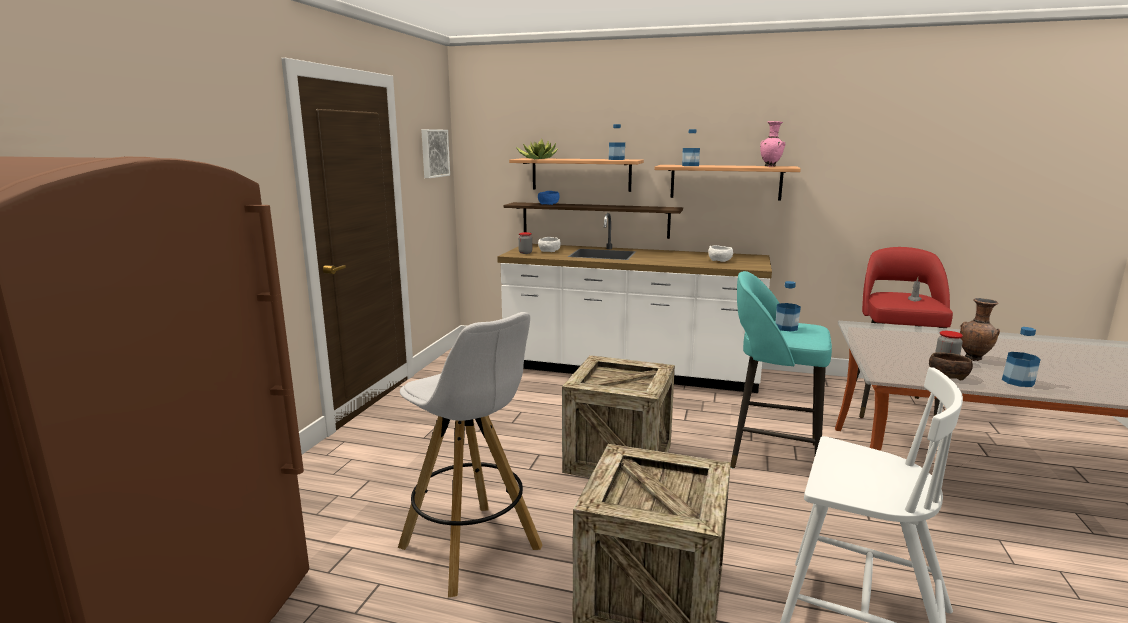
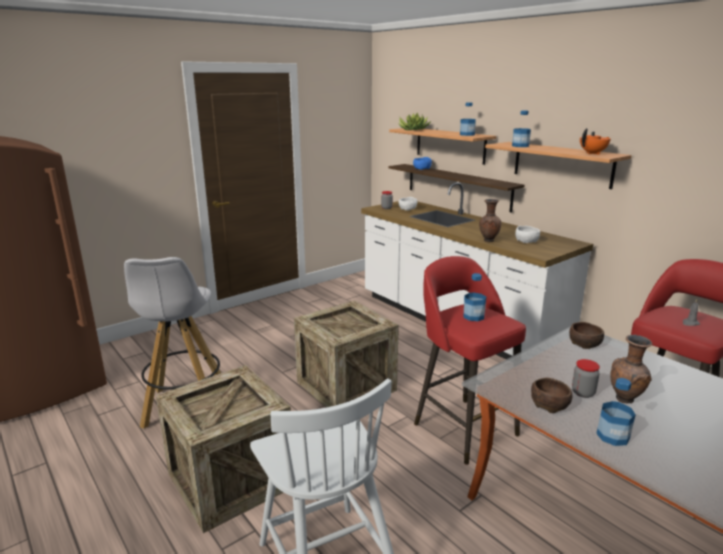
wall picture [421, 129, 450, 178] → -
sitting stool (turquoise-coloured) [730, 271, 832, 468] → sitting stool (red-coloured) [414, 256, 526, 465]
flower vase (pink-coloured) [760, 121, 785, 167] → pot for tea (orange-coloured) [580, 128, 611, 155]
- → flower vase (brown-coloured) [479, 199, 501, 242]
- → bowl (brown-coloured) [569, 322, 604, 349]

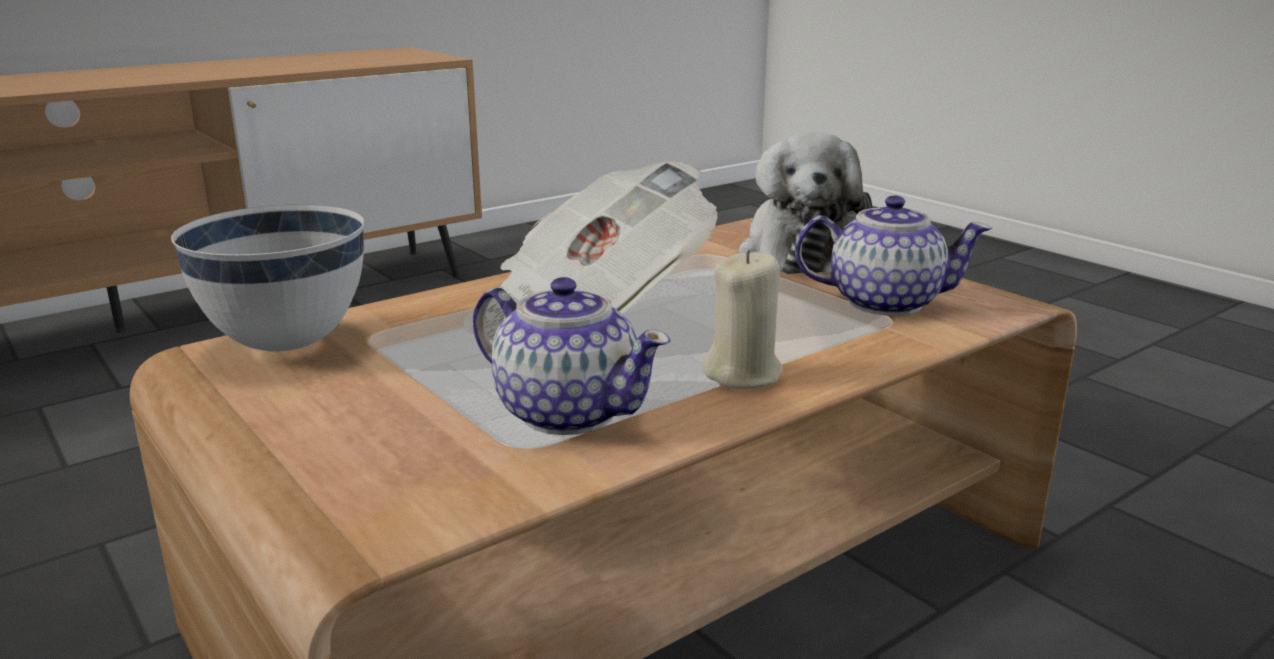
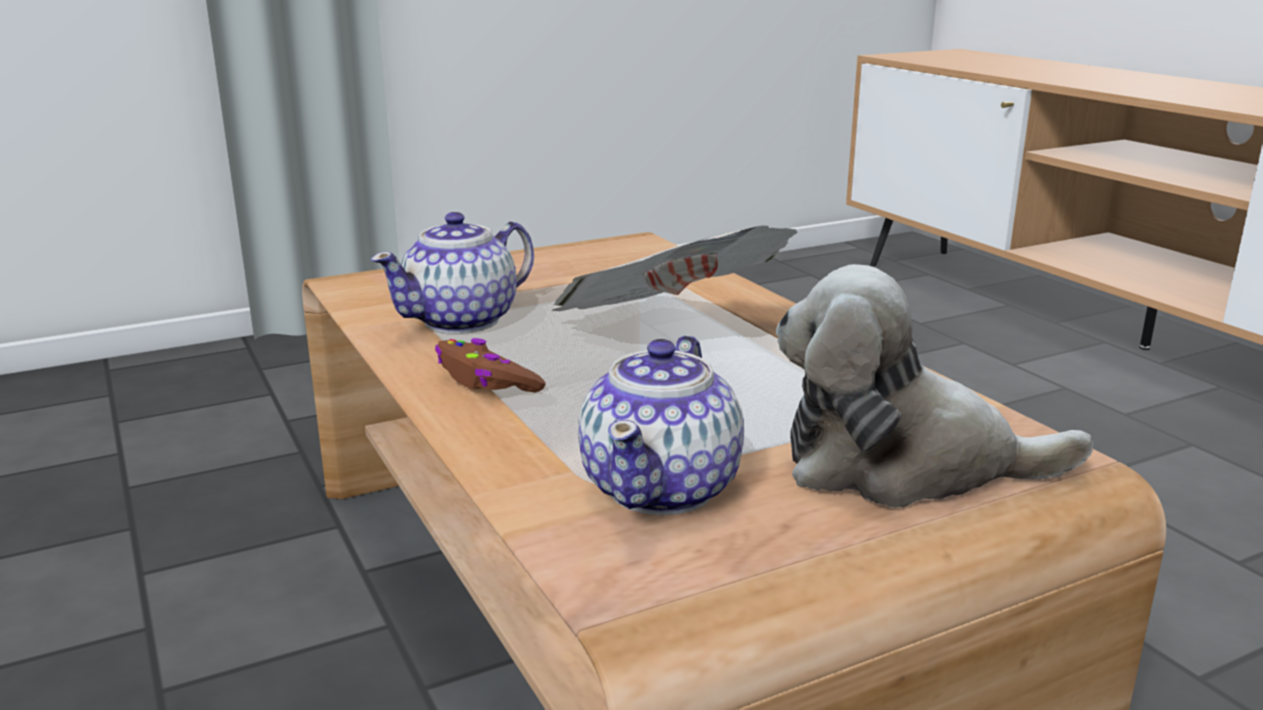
bowl (whitish) [171, 204, 365, 351] → -
candle (beige) [703, 250, 783, 389] → joypad (brown-coloured) [435, 338, 546, 393]

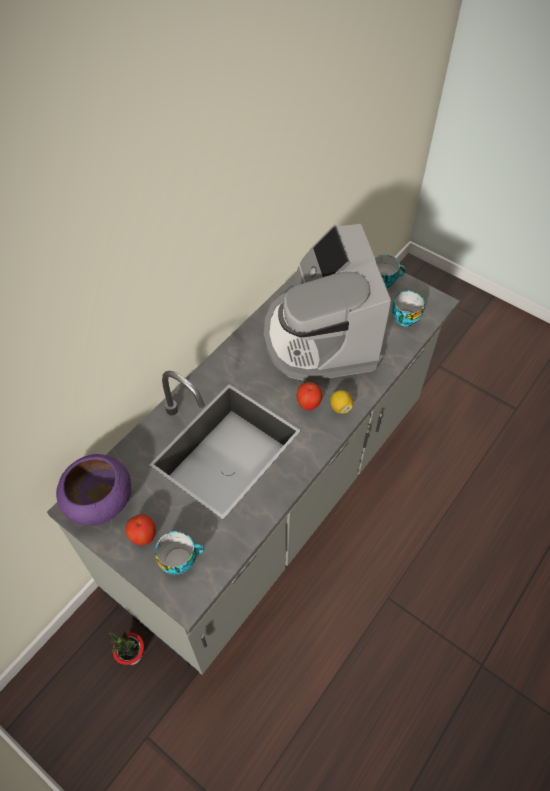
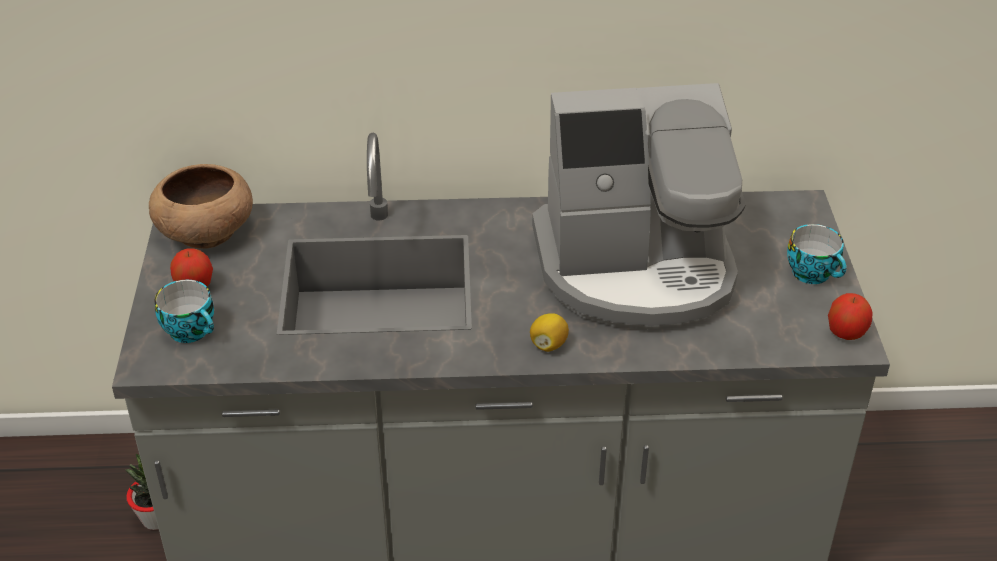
bowl (purple-coloured) [56, 454, 131, 526] → bowl (brown-coloured) [149, 164, 253, 249]
coffee machine [264, 224, 391, 381] → coffee machine [532, 83, 745, 330], 135 degrees counterclockwise
whole apple [296, 382, 322, 410] → whole apple [828, 293, 873, 340], shifted
cup [392, 290, 425, 327] → -

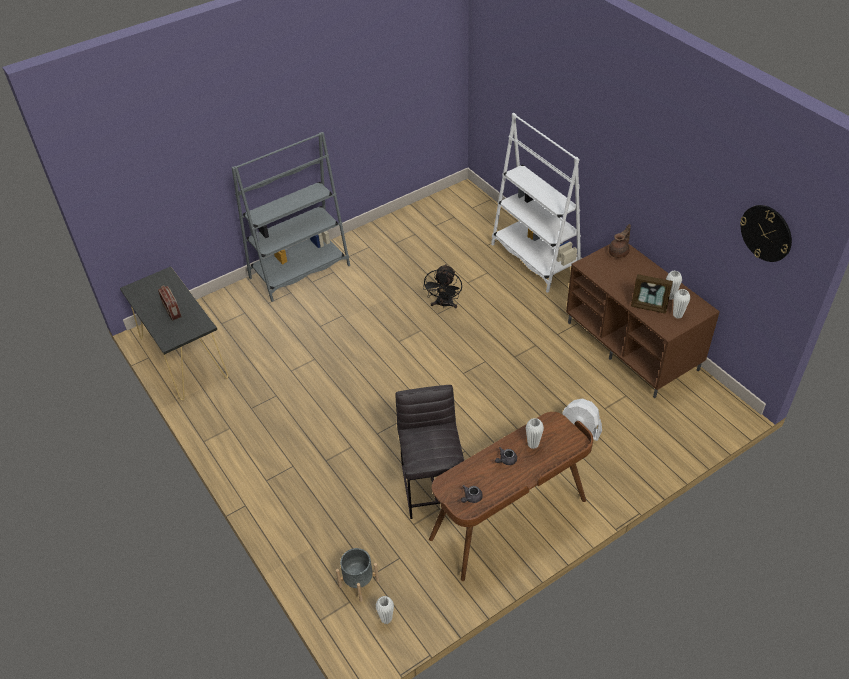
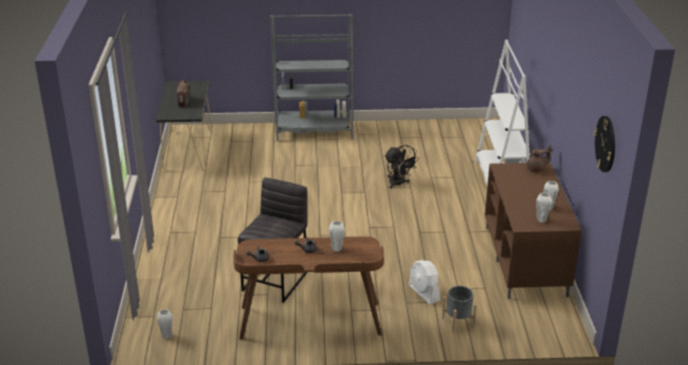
planter (gray) [336, 548, 379, 602] → planter (gray) [442, 286, 477, 333], shifted
fan (blackish) [423, 264, 462, 309] → fan (blackish) [384, 145, 419, 189], 75 degrees counterclockwise
picture frame [631, 274, 673, 314] → -

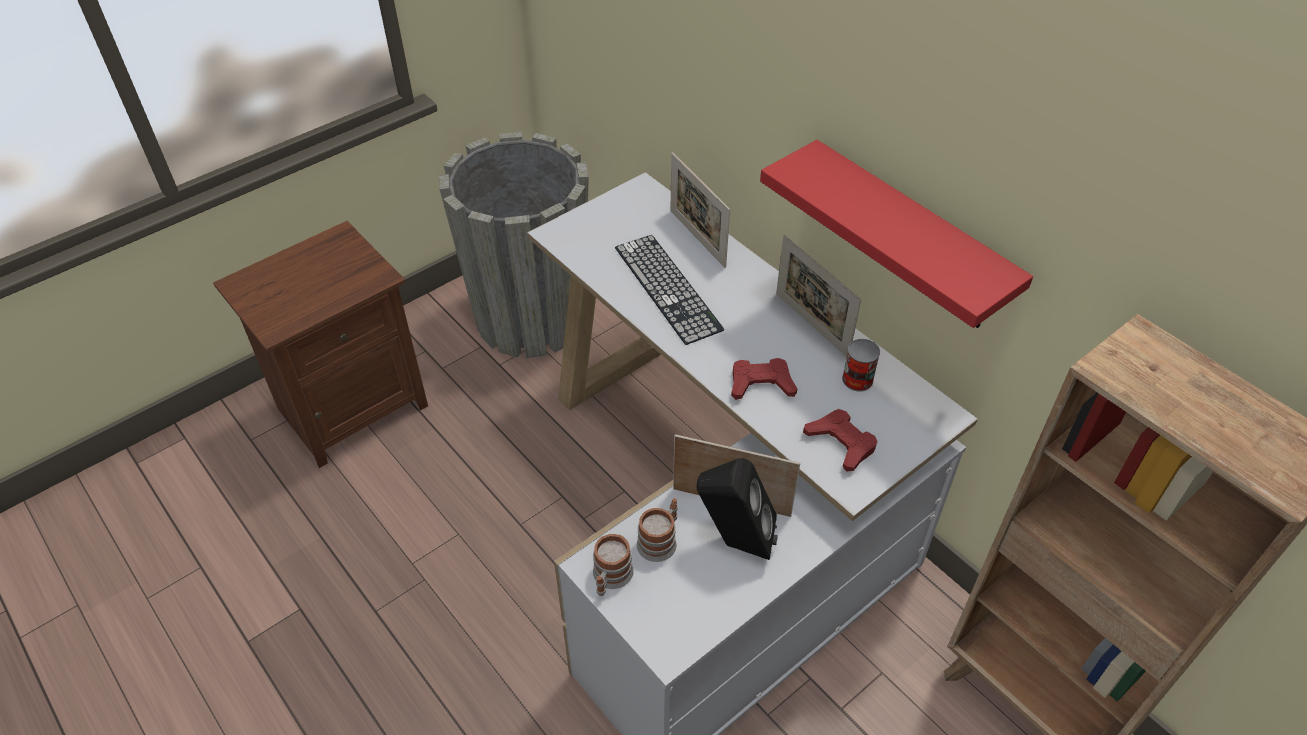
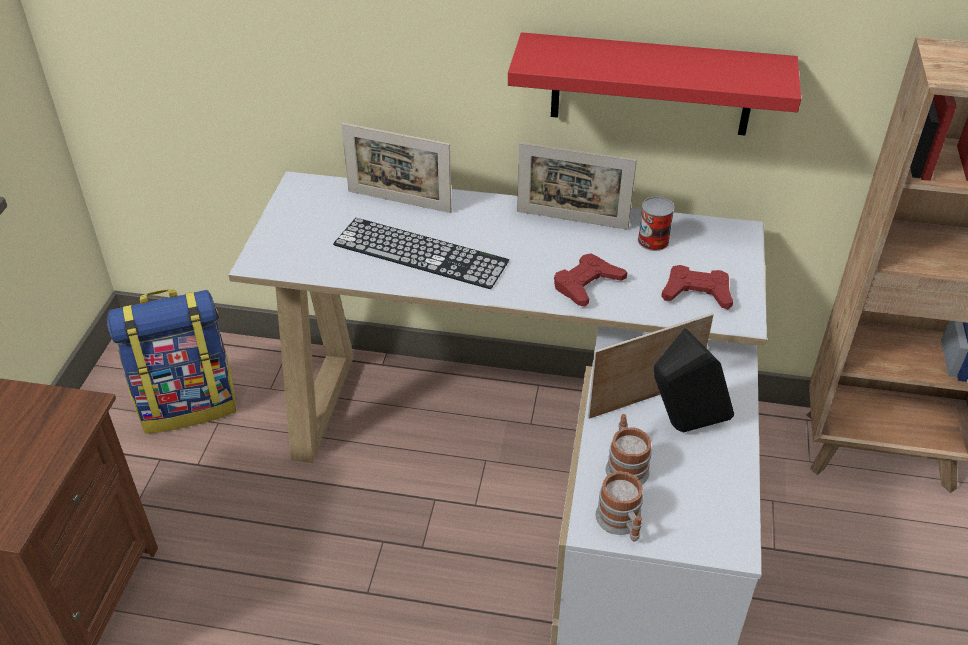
planter (gray) [439, 132, 589, 358] → knapsack [107, 289, 236, 434]

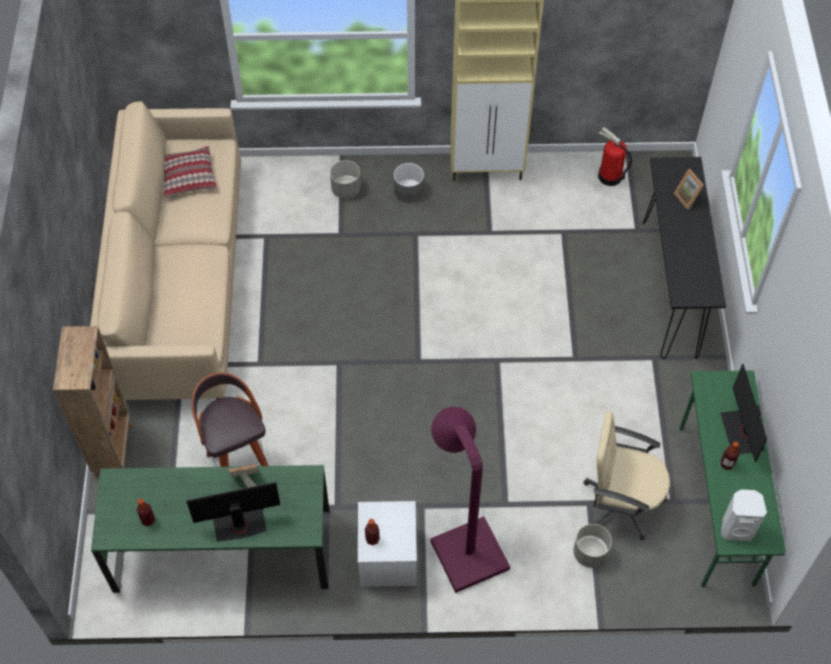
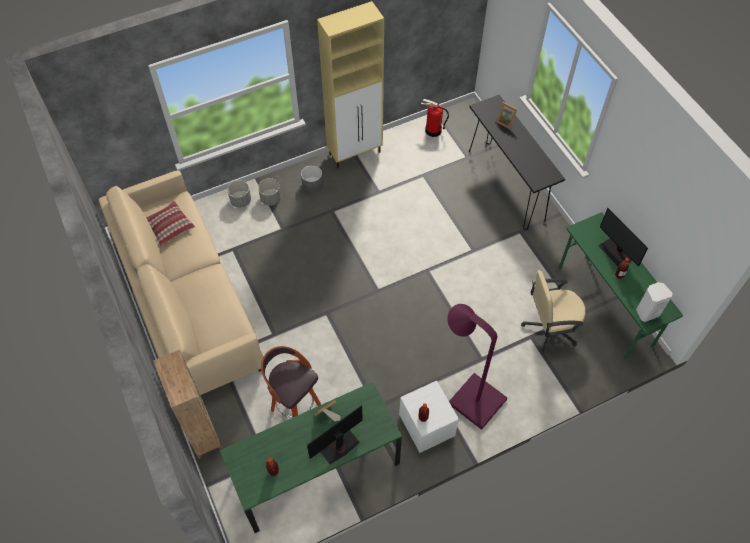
planter (gray) [573, 524, 612, 568] → planter (gray) [227, 180, 251, 208], shifted

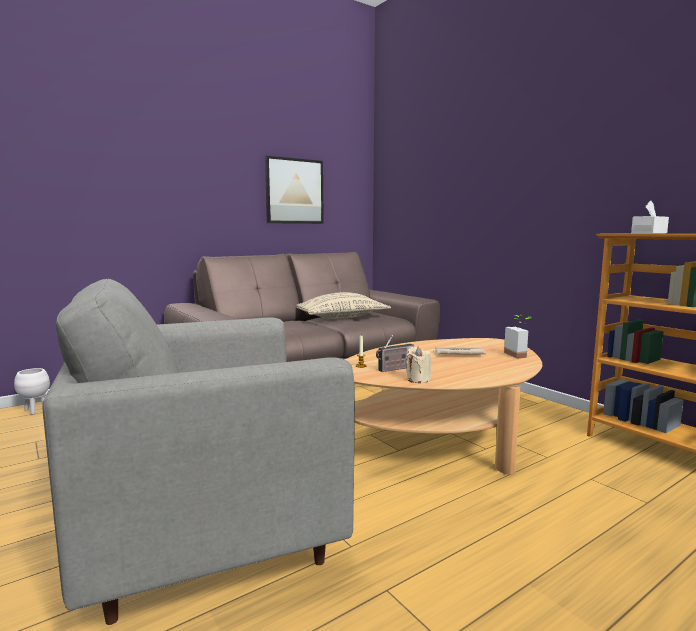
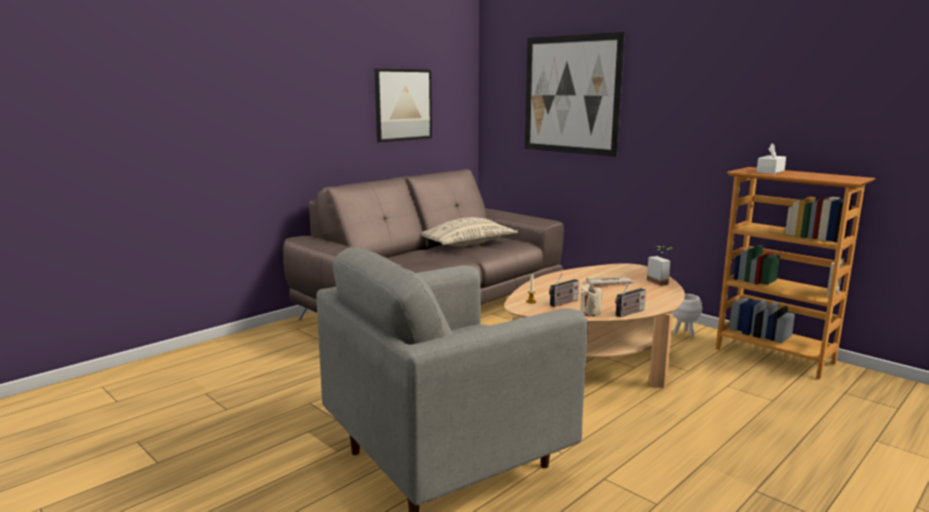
planter (whitish) [14, 368, 50, 415] → planter (whitish) [672, 294, 702, 337], shifted
- → wall picture [525, 32, 625, 157]
- → radio receiver [615, 282, 646, 317]

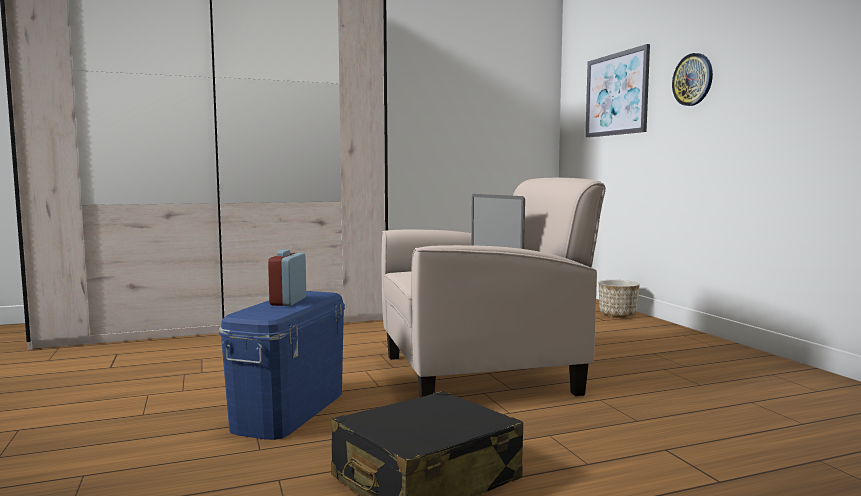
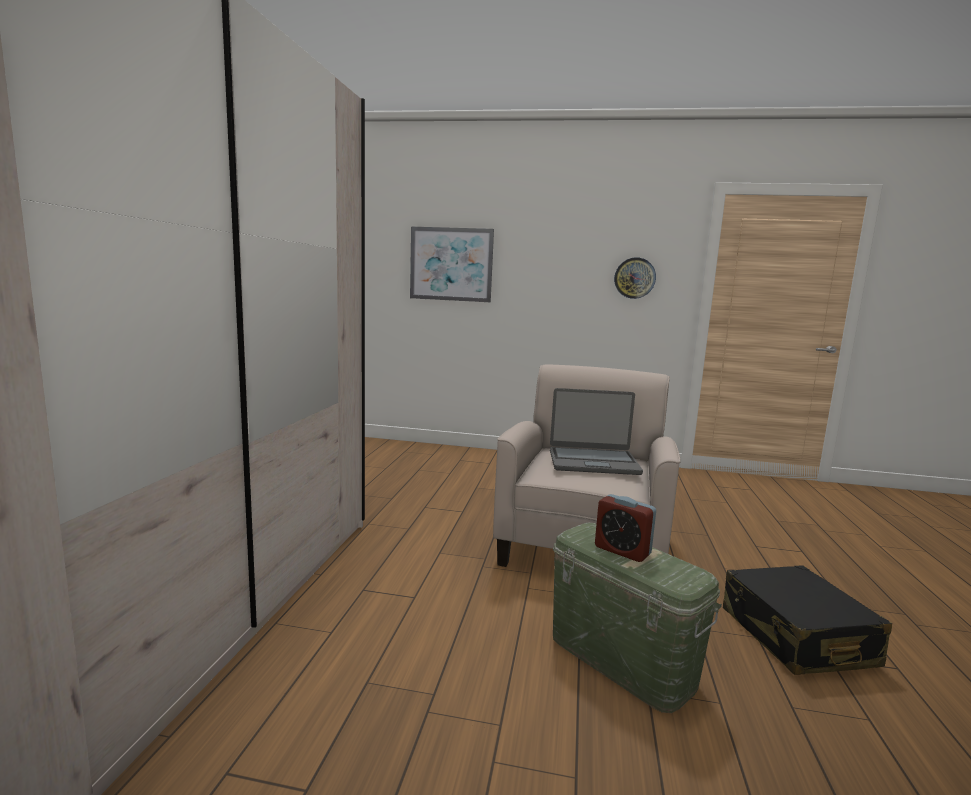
storage container (bluish) [219, 291, 345, 440] → storage container (green-coloured) [553, 523, 722, 713]
planter [599, 280, 640, 318] → -
hanging clock [672, 53, 713, 106] → hanging clock [614, 257, 656, 299], shifted

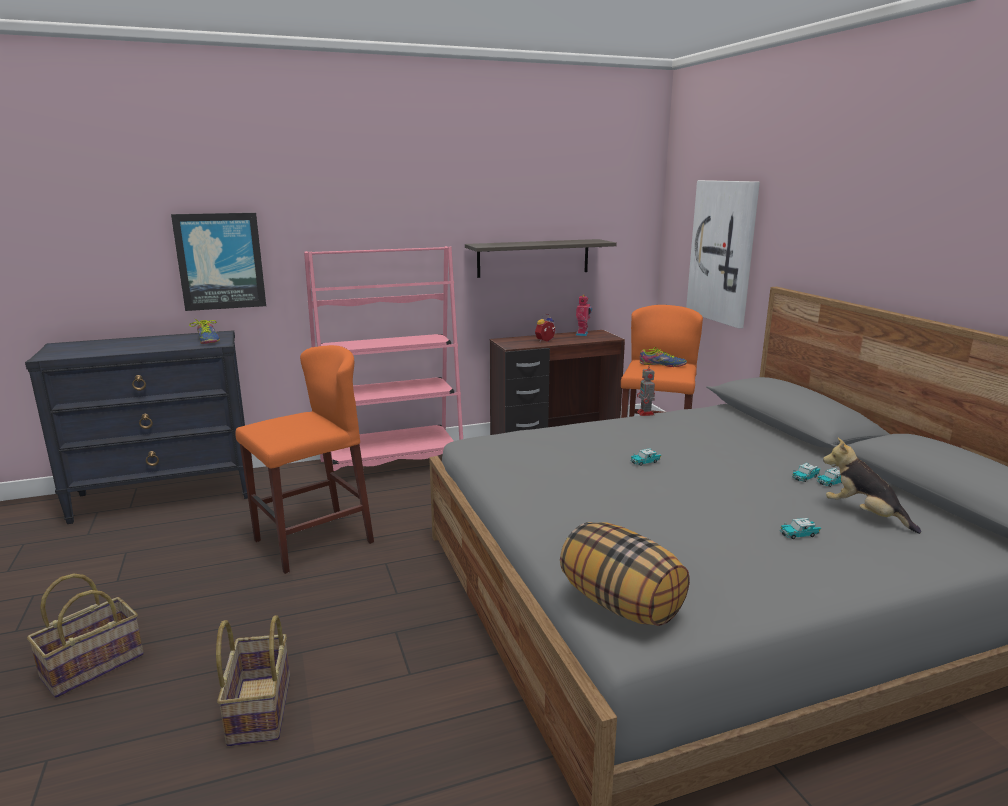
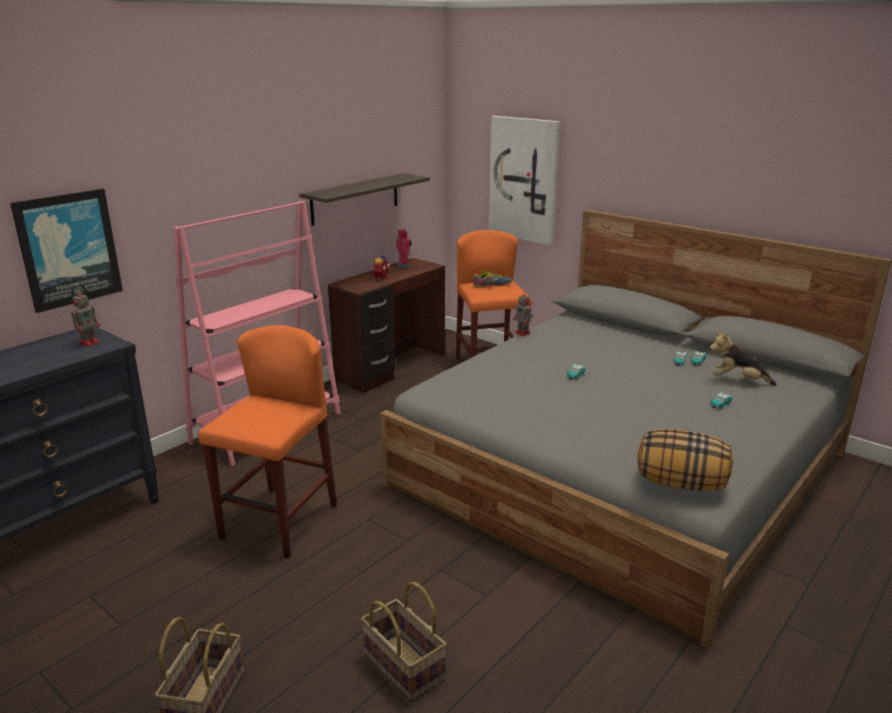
shoe [189, 318, 220, 344] → robot figure [71, 289, 100, 347]

